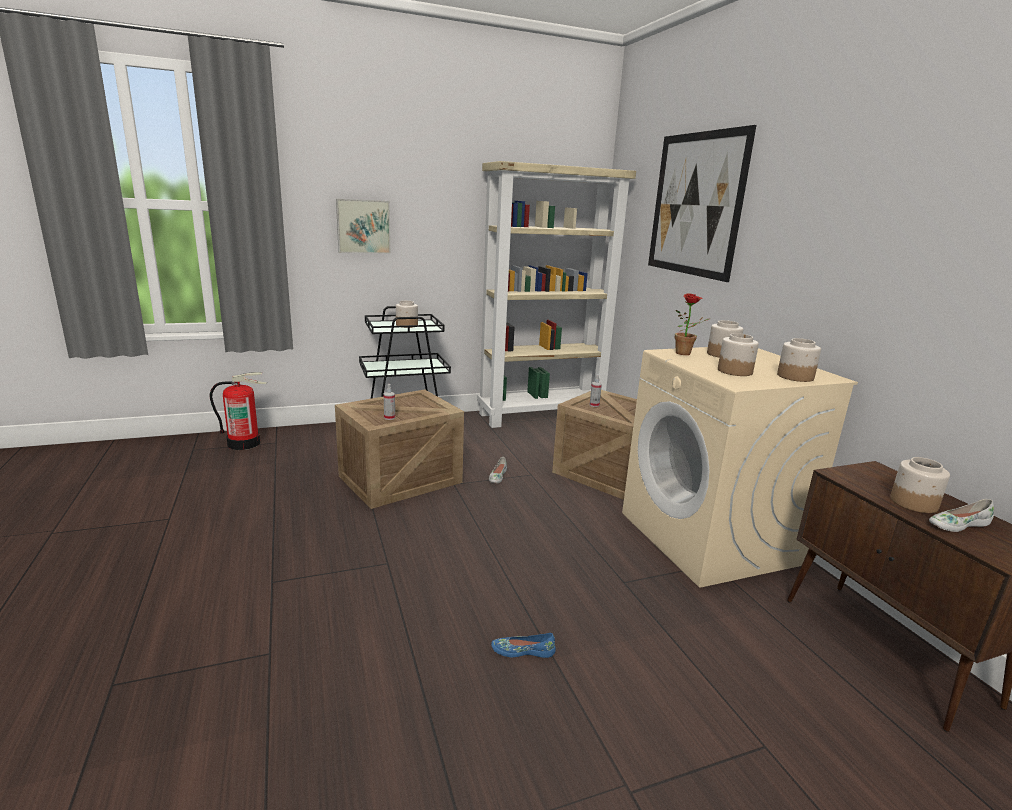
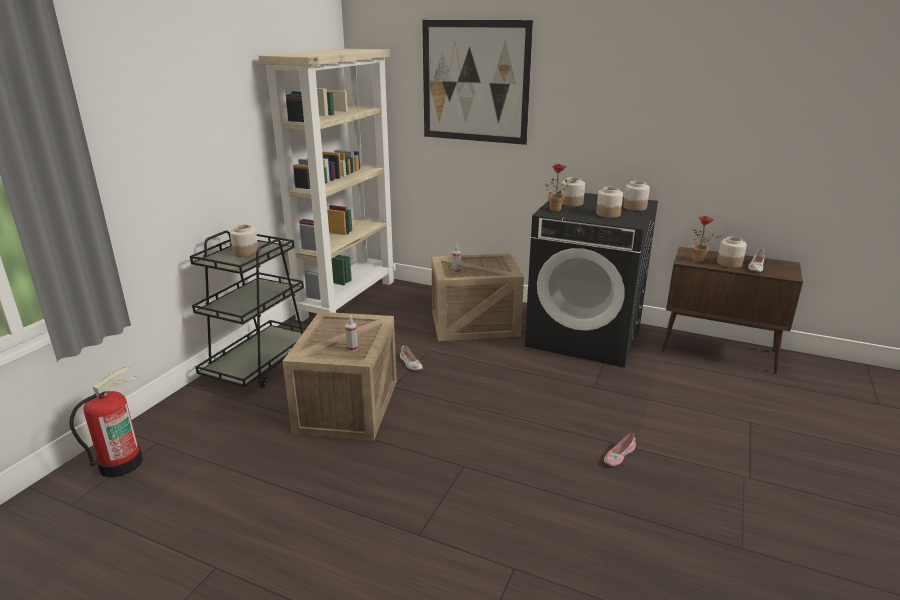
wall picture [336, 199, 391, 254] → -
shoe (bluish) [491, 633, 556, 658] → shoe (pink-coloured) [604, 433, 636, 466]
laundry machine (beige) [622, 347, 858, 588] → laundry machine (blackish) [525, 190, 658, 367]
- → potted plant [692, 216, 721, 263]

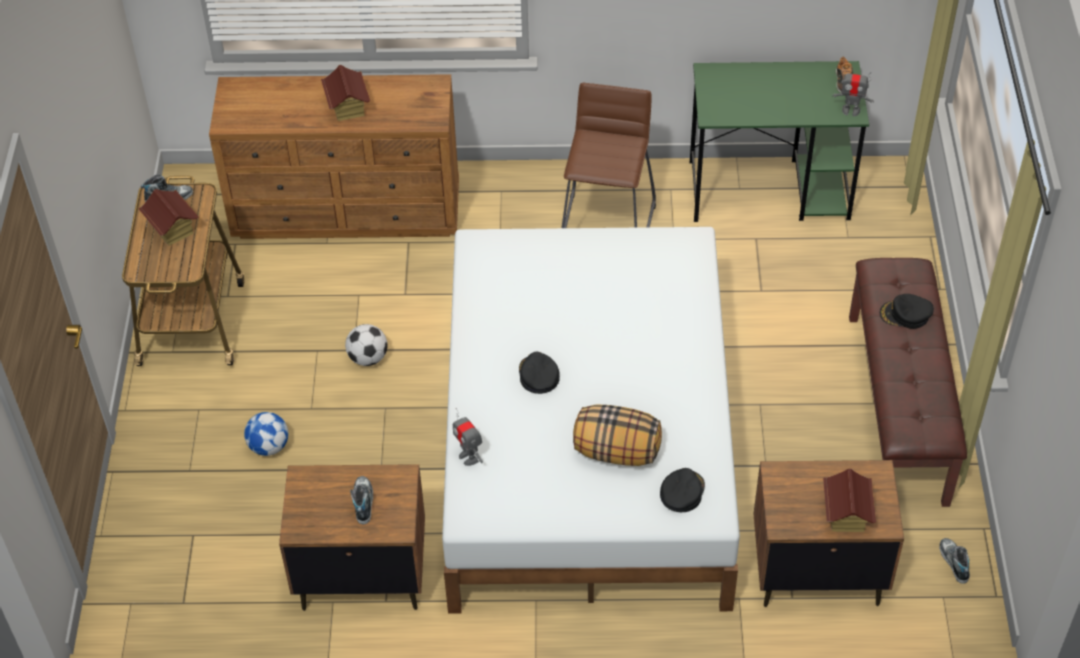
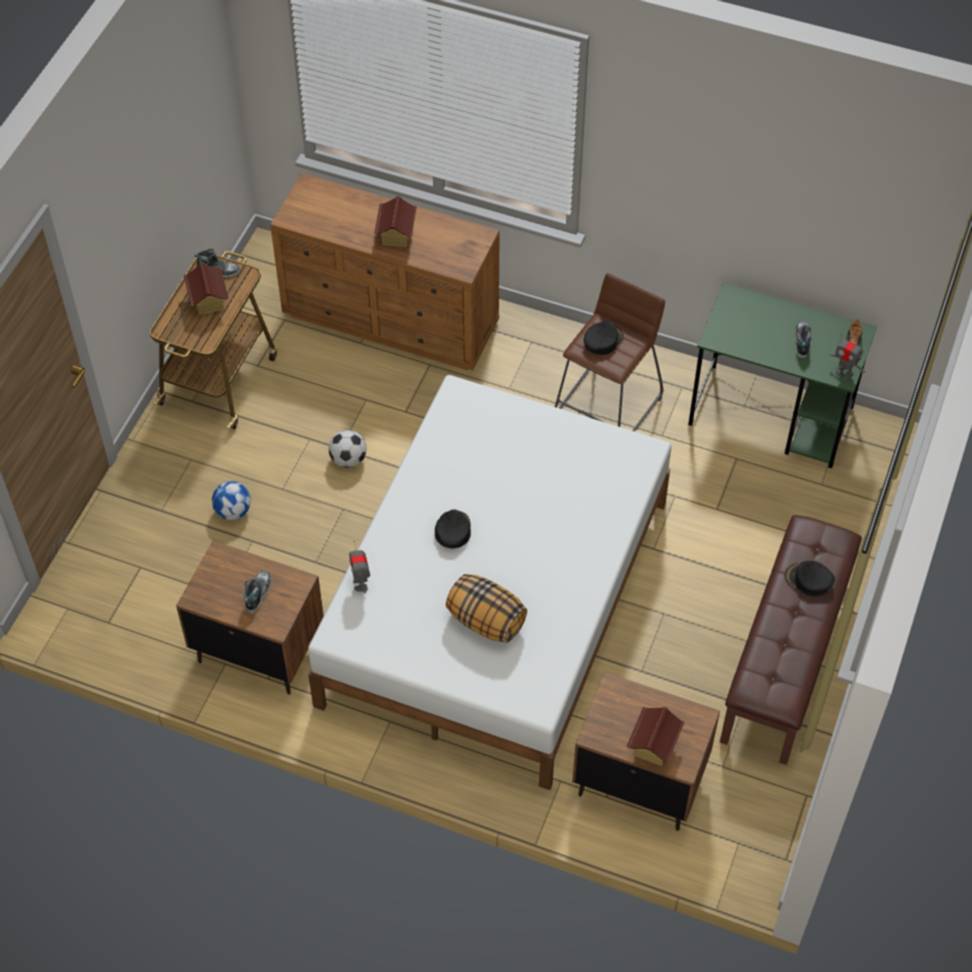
cap (blackish) [660, 468, 705, 512] → cap (blackish) [584, 322, 624, 355], shifted
shoe [939, 538, 970, 584] → shoe [795, 321, 811, 358], shifted

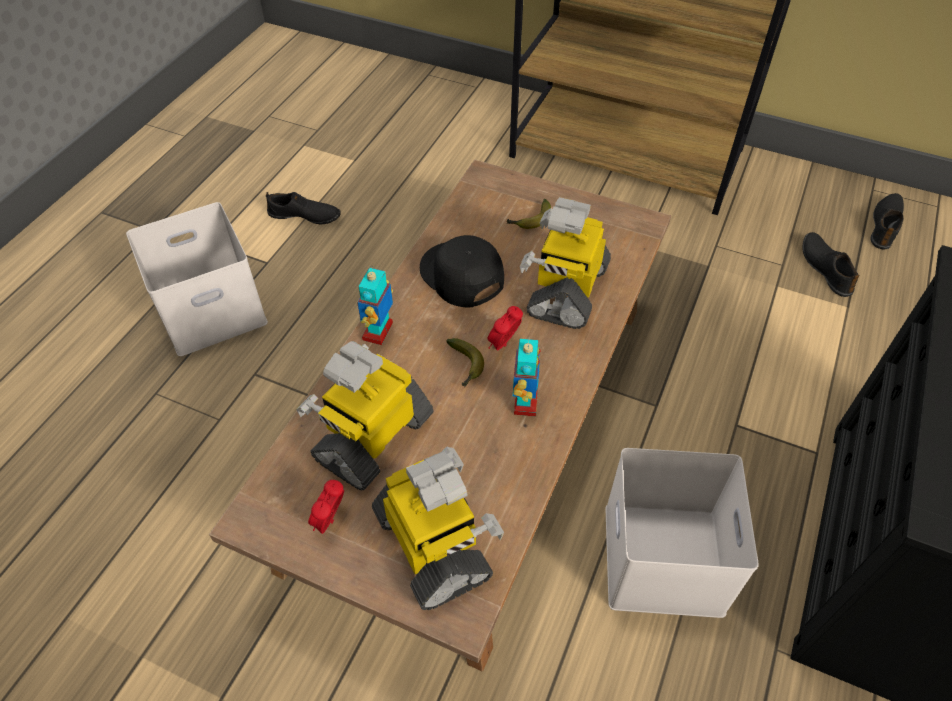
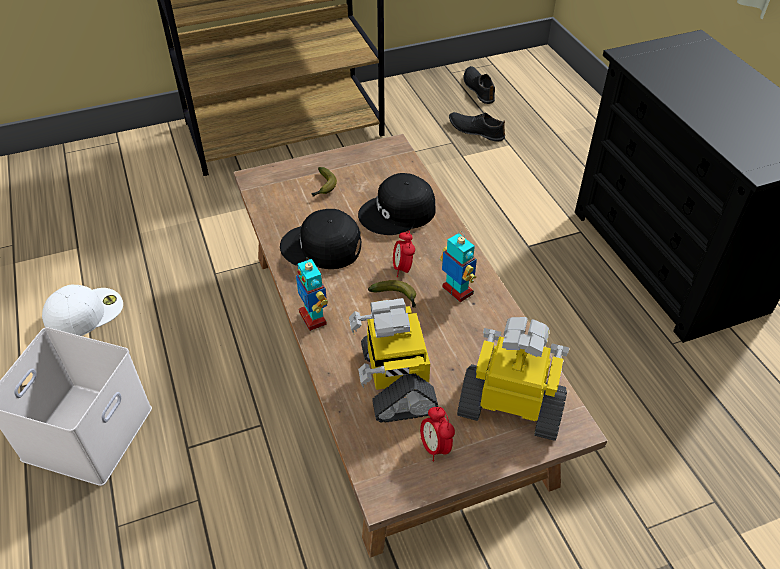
shoe (blackish) [266, 192, 341, 225] → cap (whitish) [42, 284, 123, 336]
robot figure [519, 197, 611, 329] → cap (blackish) [358, 173, 436, 235]
storage container (whitish) [605, 448, 758, 618] → -

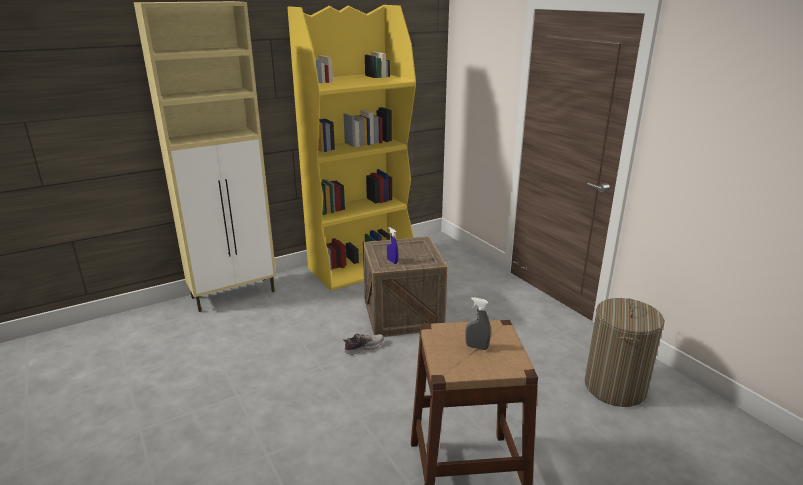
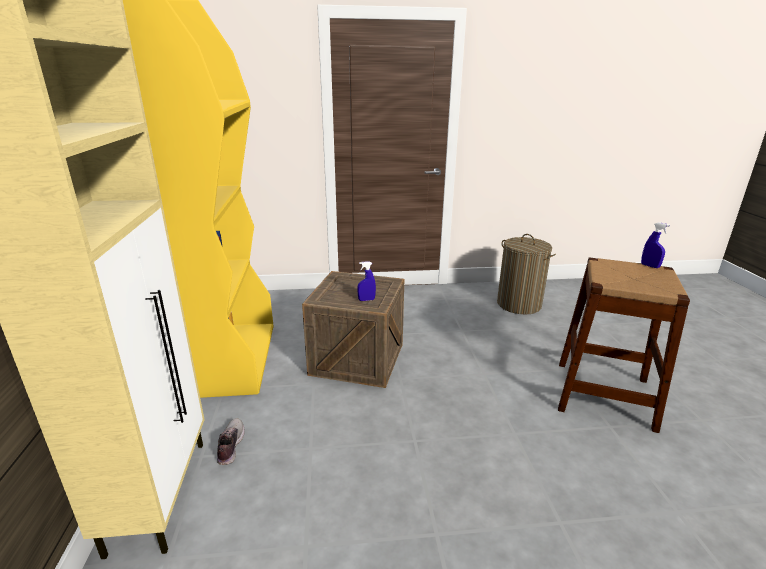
shoe [343, 333, 384, 355] → shoe [217, 418, 245, 465], shifted
sprayer (gray) [465, 297, 491, 350] → -
- → sprayer (bluish) [641, 222, 670, 268]

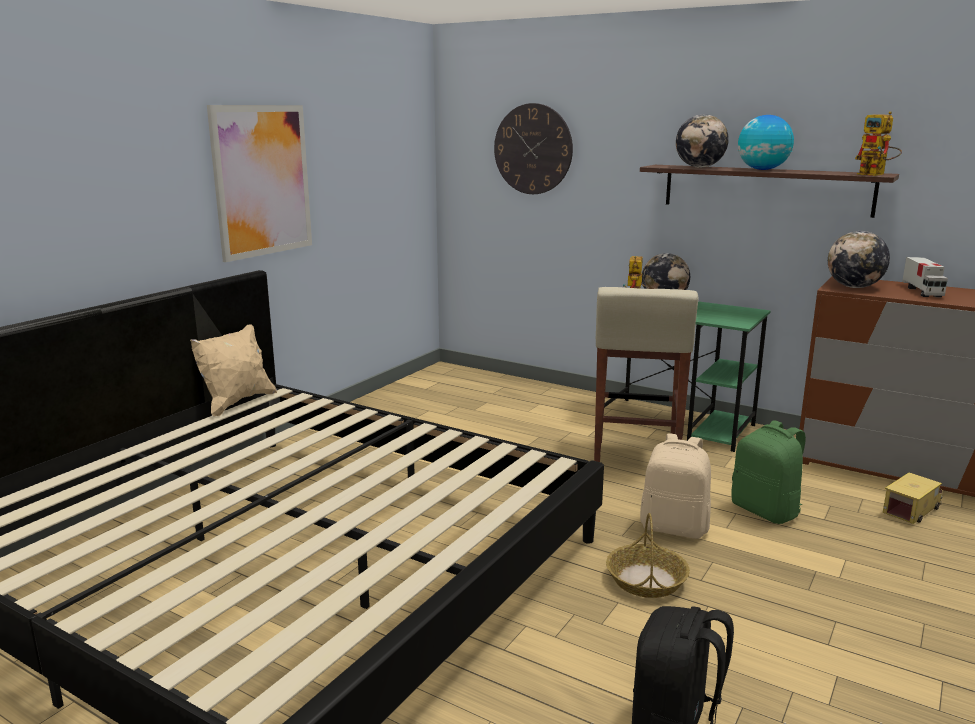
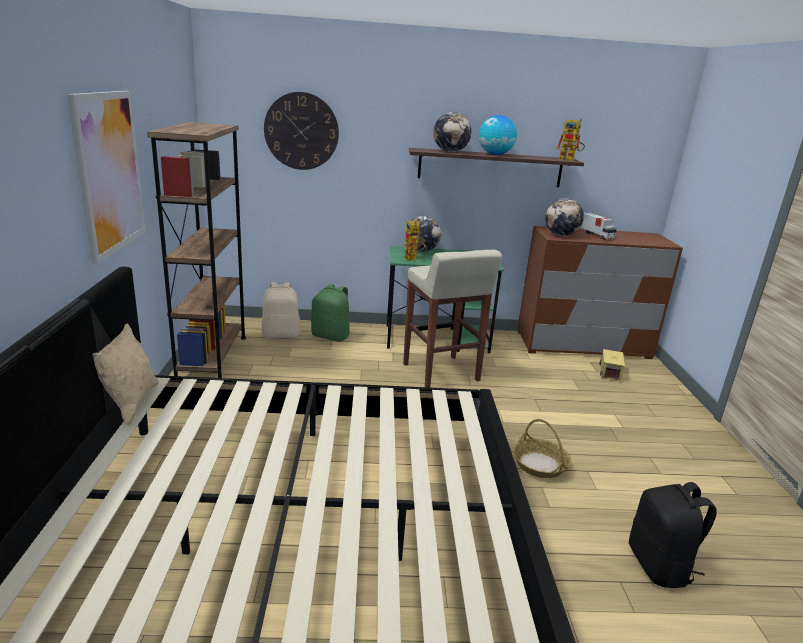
knapsack (beige) [640, 433, 711, 539] → knapsack (beige) [262, 283, 301, 338], shifted
knapsack (green-coloured) [731, 420, 806, 524] → knapsack (green-coloured) [311, 284, 350, 342], shifted
- → bookshelf (brown-coloured) [147, 122, 246, 378]

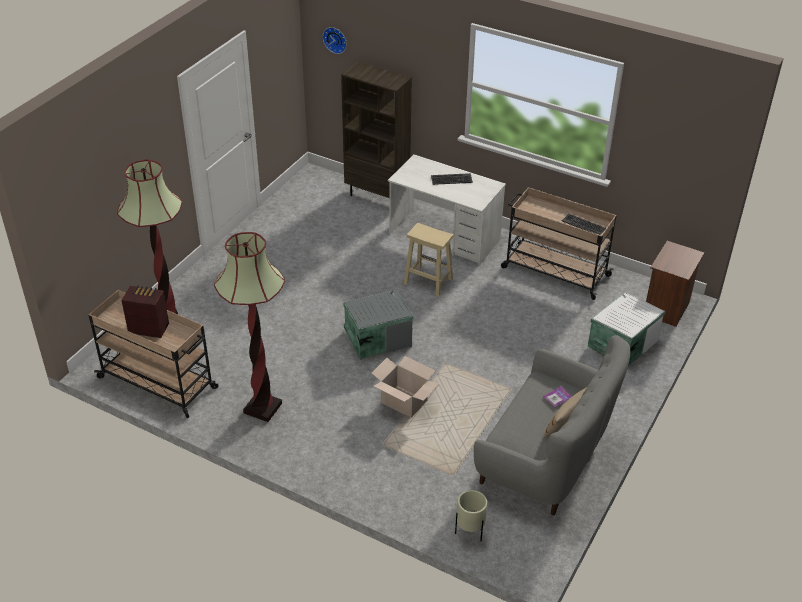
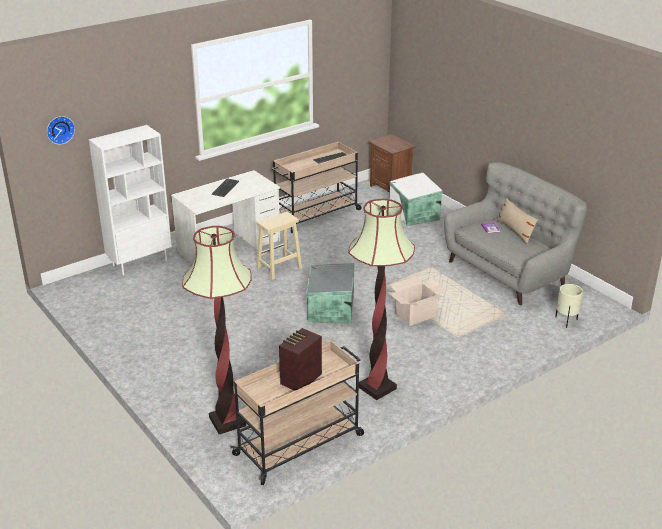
bookshelf (brown-coloured) [341, 62, 412, 198] → bookshelf (whitish) [89, 125, 172, 276]

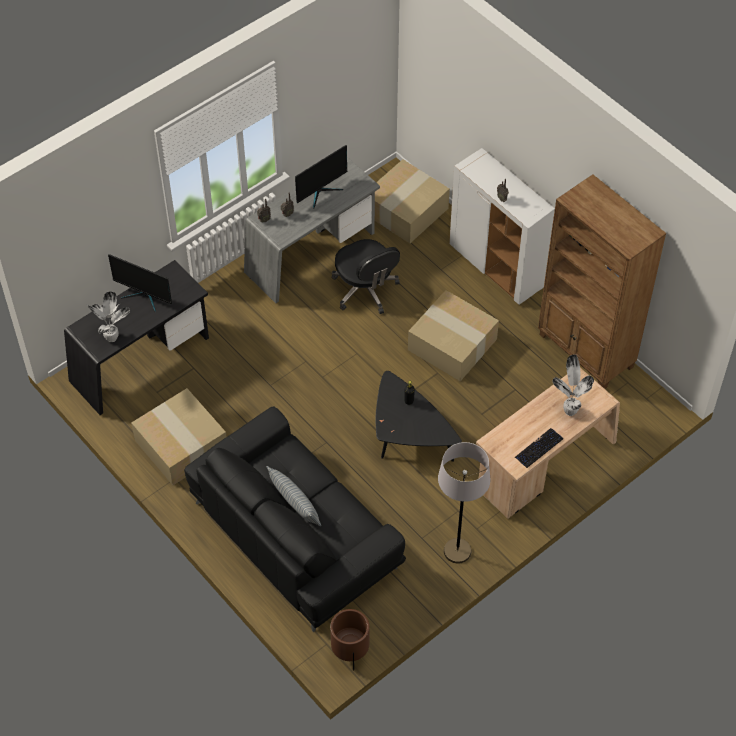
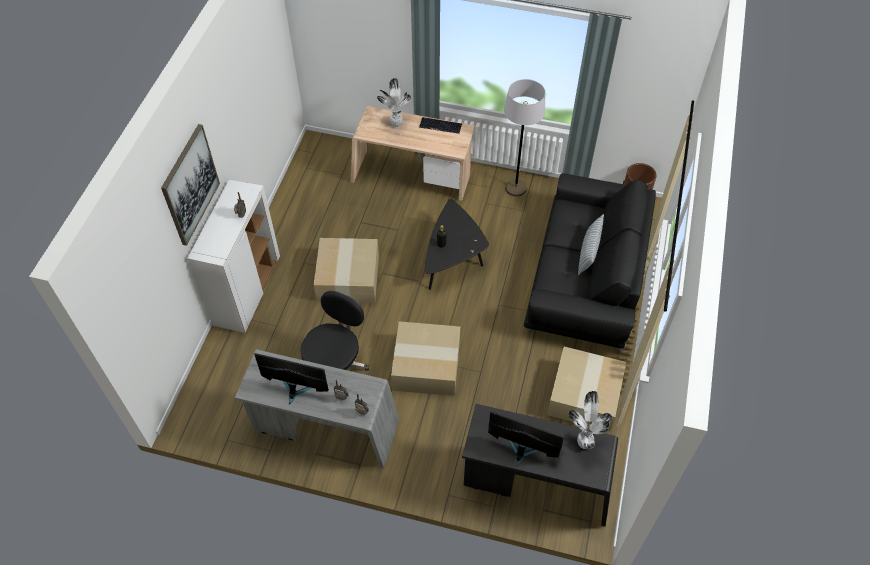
computer display [108, 254, 172, 312] → computer display [488, 411, 564, 466], 60 degrees counterclockwise
carton [375, 159, 450, 243] → carton [391, 321, 460, 396], shifted
bookshelf (brown-coloured) [538, 174, 666, 389] → -
- → wall picture [161, 124, 220, 246]

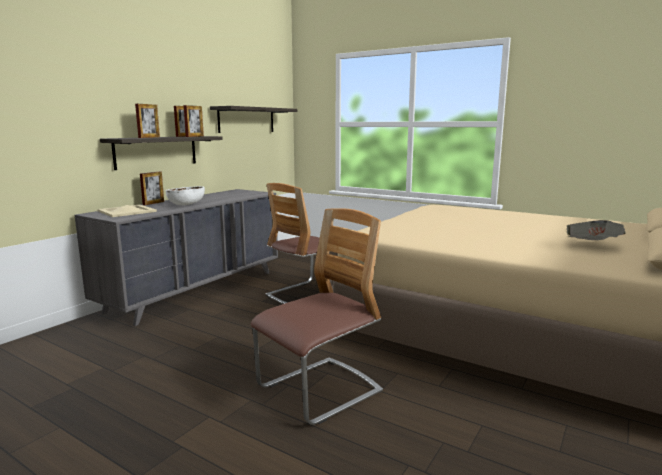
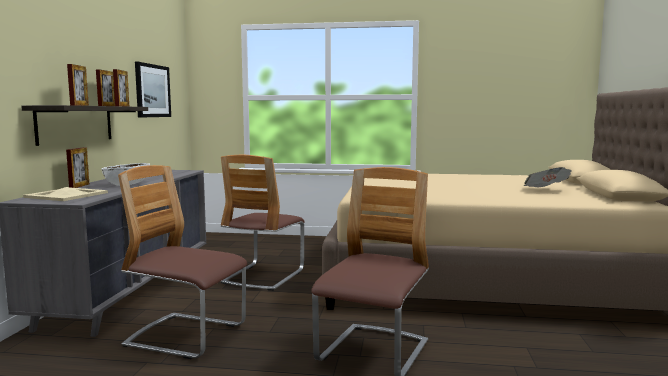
bracket shelf [210, 106, 297, 133] → wall picture [135, 62, 171, 118]
- → plain chair [118, 165, 247, 359]

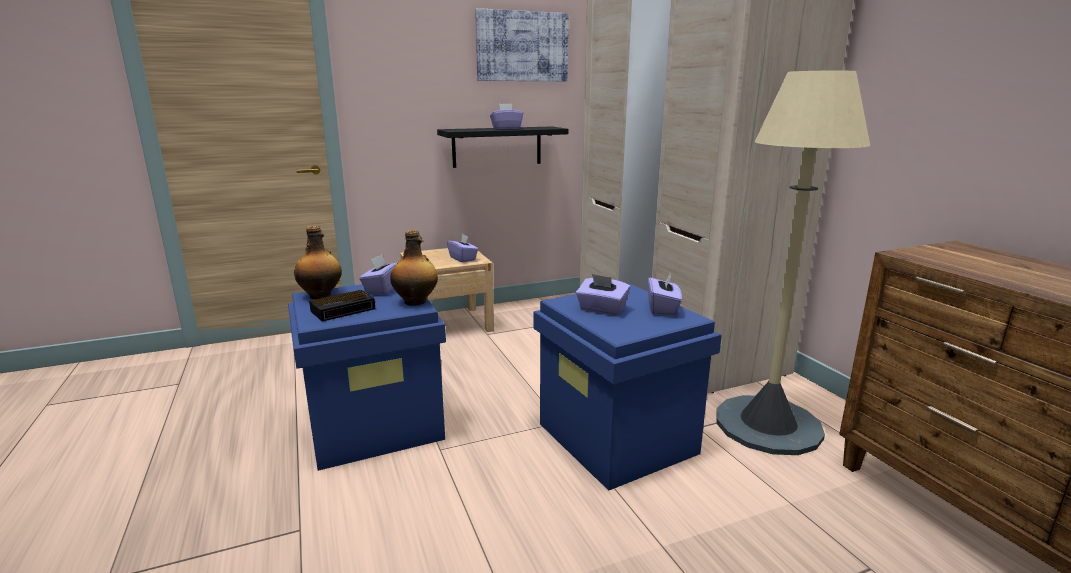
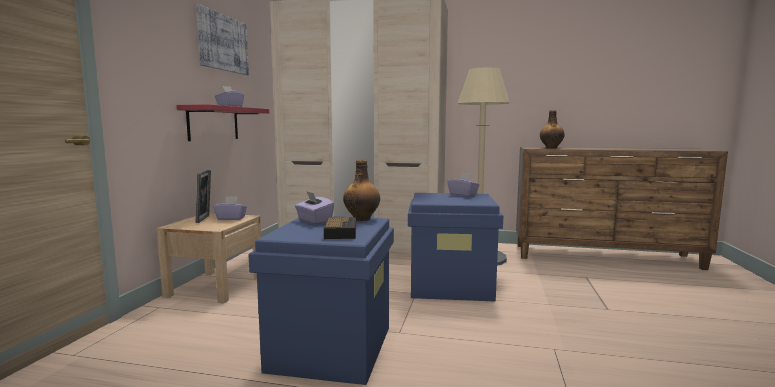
bottle [294, 226, 342, 299] → bottle [540, 110, 565, 149], shifted
bracket shelf (blackish) [437, 127, 568, 168] → bracket shelf (red-coloured) [176, 104, 269, 141]
box of tissues (purple-coloured) [576, 274, 630, 315] → -
- → picture frame [195, 170, 211, 223]

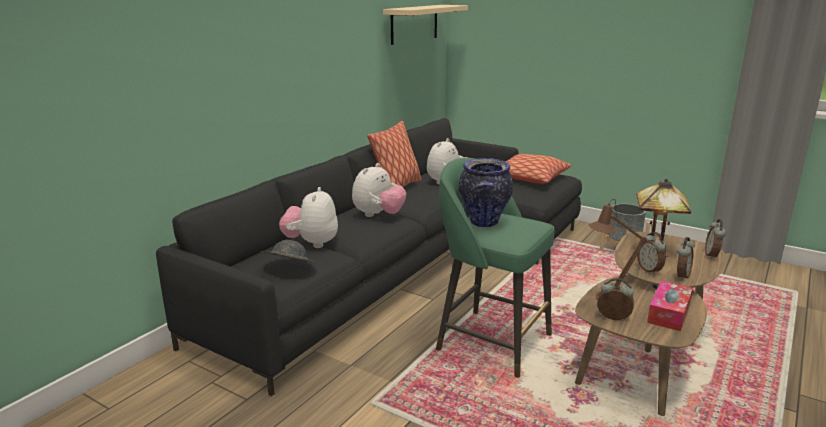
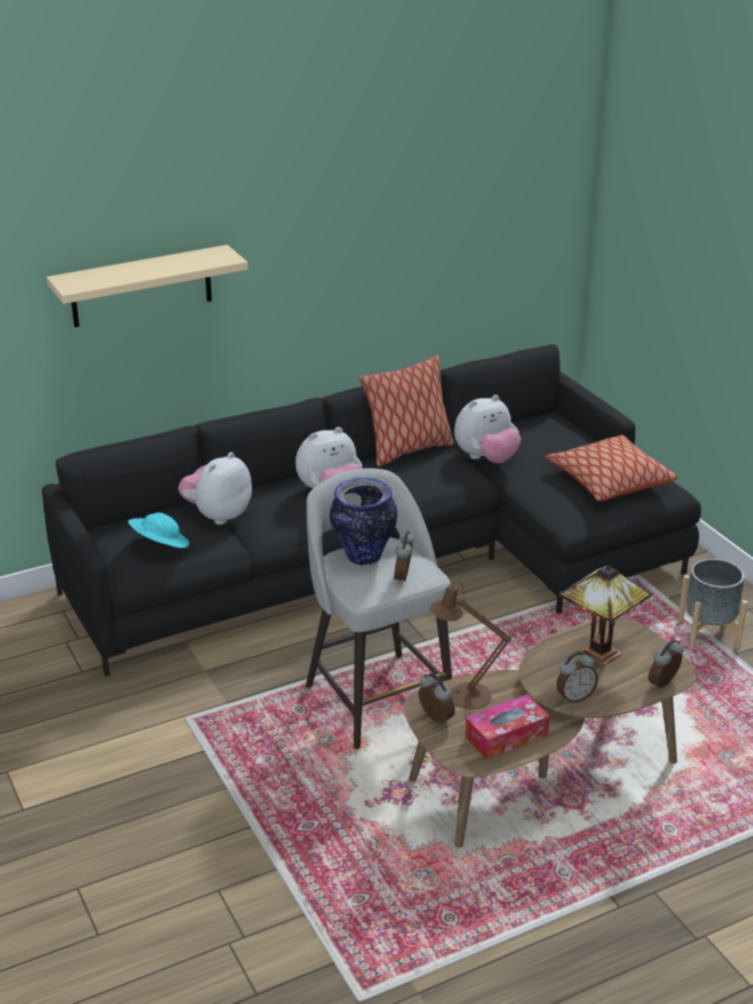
hat (gray) [261, 240, 317, 263] → hat (turquoise-coloured) [128, 513, 189, 548]
bracket shelf (beige) [383, 5, 468, 45] → bracket shelf (beige) [46, 245, 248, 327], shifted
sitting stool (green-coloured) [436, 158, 555, 378] → sitting stool (gray) [306, 468, 452, 749]
bedside clock [637, 232, 667, 275] → bedside clock [394, 531, 415, 584], shifted

